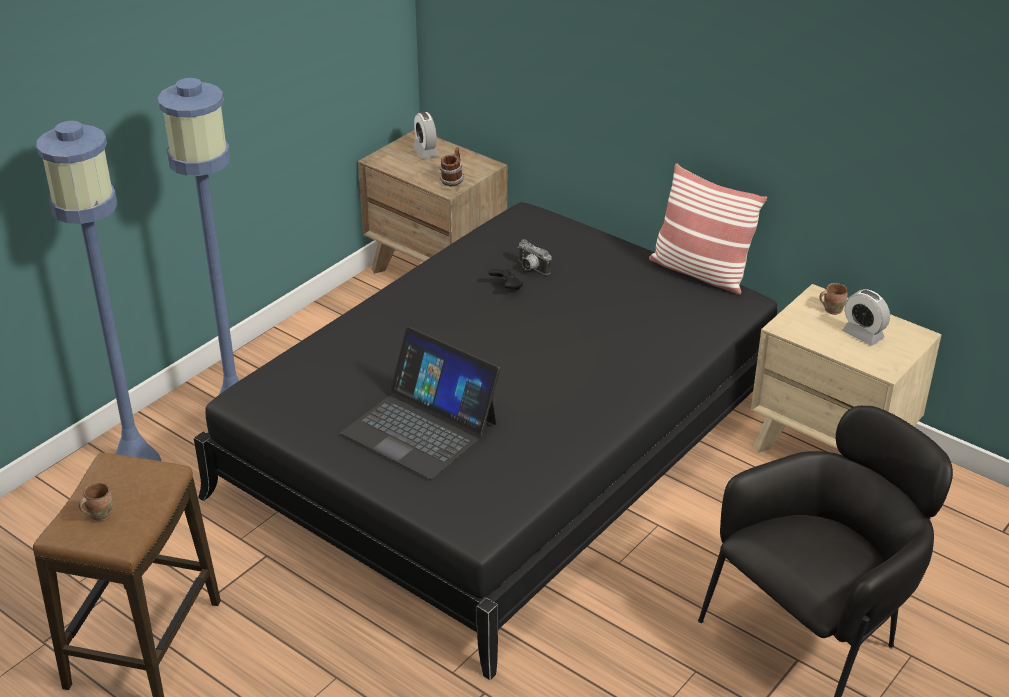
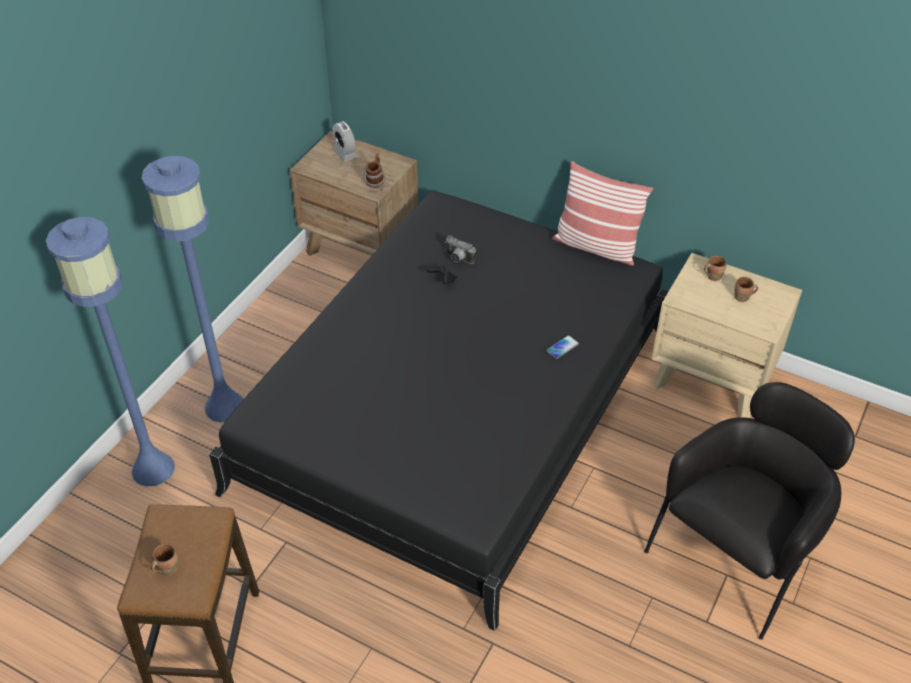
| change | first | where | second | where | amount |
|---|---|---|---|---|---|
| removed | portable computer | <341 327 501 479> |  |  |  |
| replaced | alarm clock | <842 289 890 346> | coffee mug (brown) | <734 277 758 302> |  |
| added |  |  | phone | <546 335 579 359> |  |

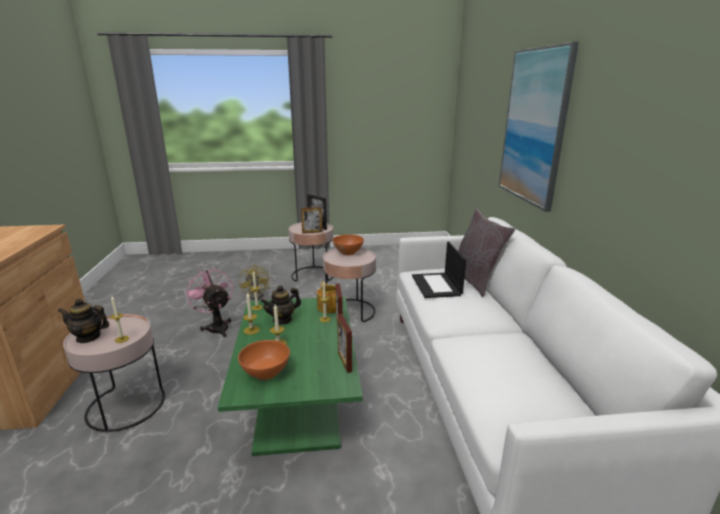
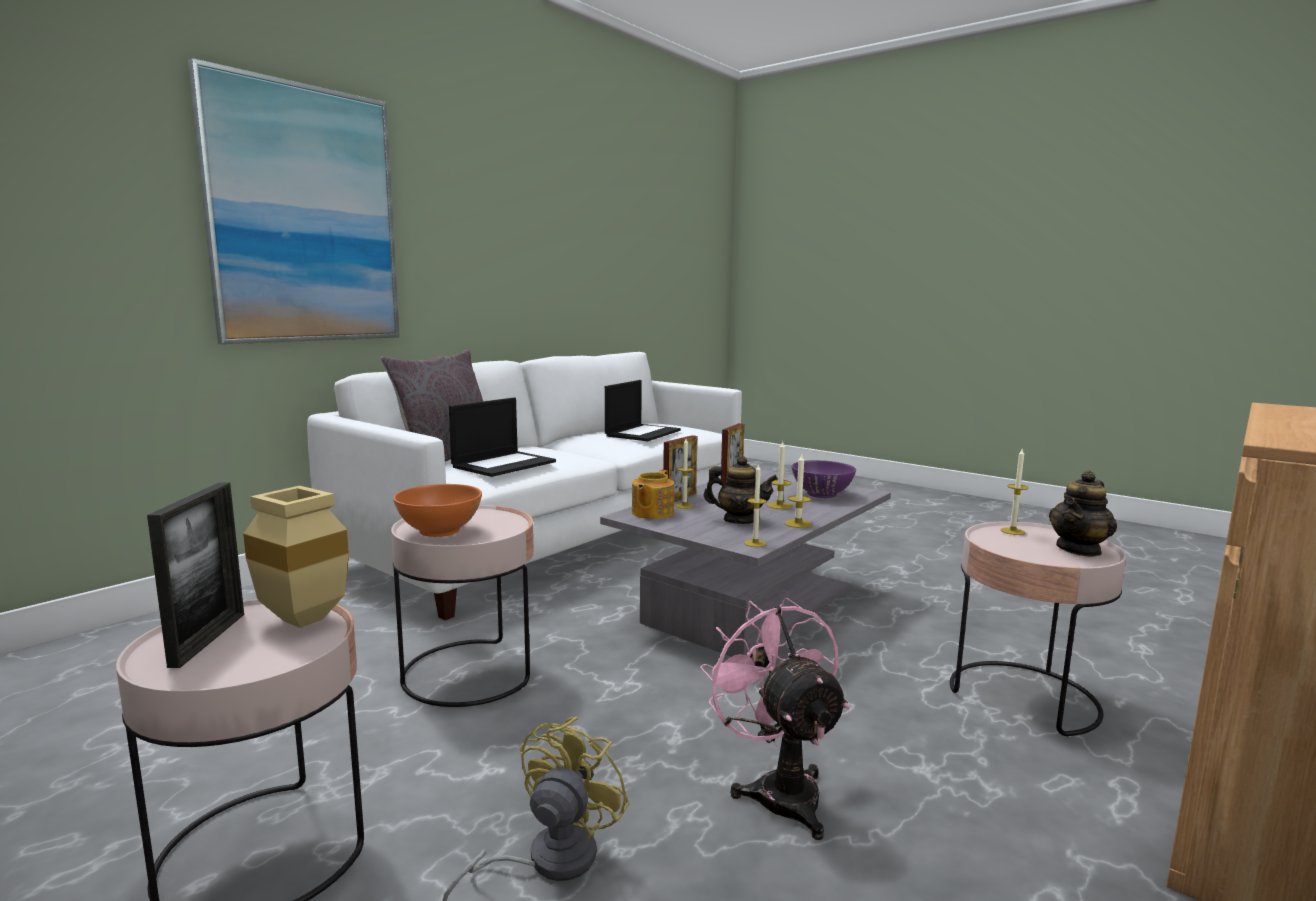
| change | first | where | second | where | amount |
|---|---|---|---|---|---|
| turned | teapot | <58 299 109 343> |  | <1049 470 1117 557> | 90 degrees clockwise |
| turned | electric fan (pink) | <184 267 233 337> |  | <700 598 850 840> | 150 degrees clockwise |
| recoloured | lounge table (greenish) | <218 296 363 456> | lounge table (grey) | <600 468 891 657> |  |
| recoloured | bowl (orangey) | <238 340 290 380> | bowl (purple-coloured) | <792 460 856 498> |  |
| replaced | picture frame | <301 207 323 234> | vase (sand-coloured) | <243 486 349 628> |  |
| added |  |  | portable computer | <605 380 681 441> |  |

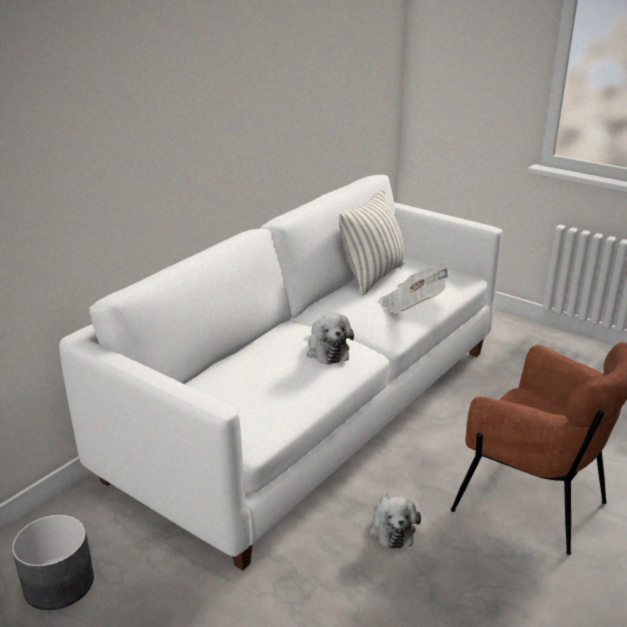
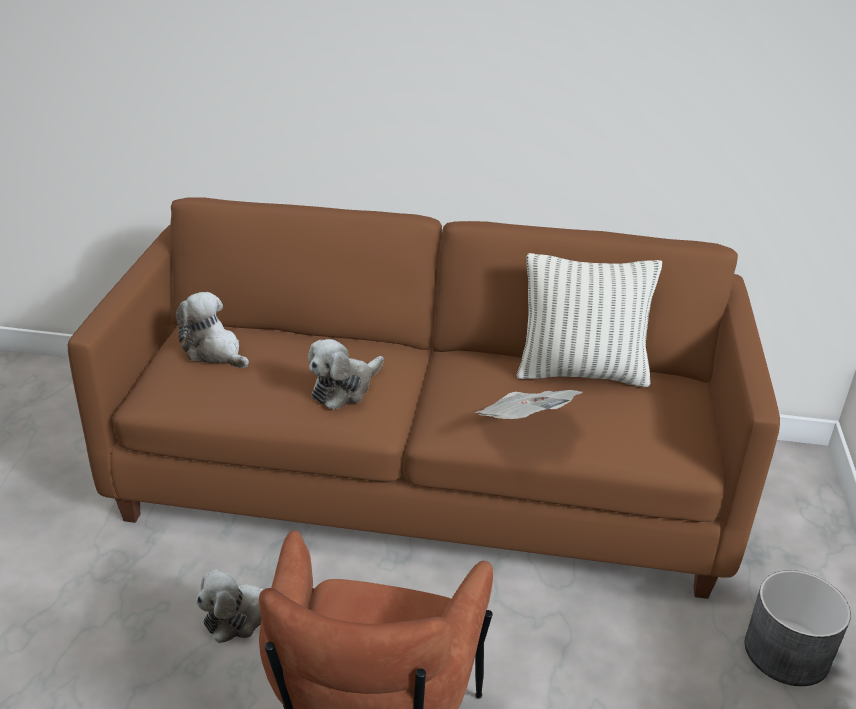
| change | first | where | second | where | amount |
|---|---|---|---|---|---|
| moved | plant pot (grey) | <12 514 94 610> |  | <745 570 851 686> |  |
| recoloured | couch (whitish) | <59 175 503 570> | couch (brown) | <68 197 780 599> |  |
| added |  |  | soft toy | <176 292 249 368> |  |

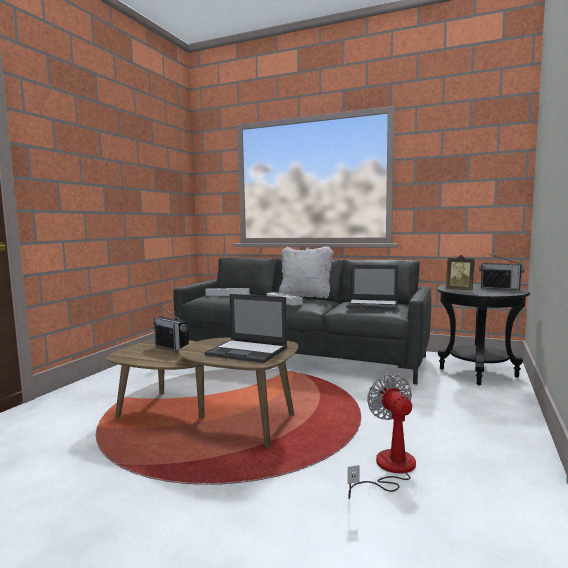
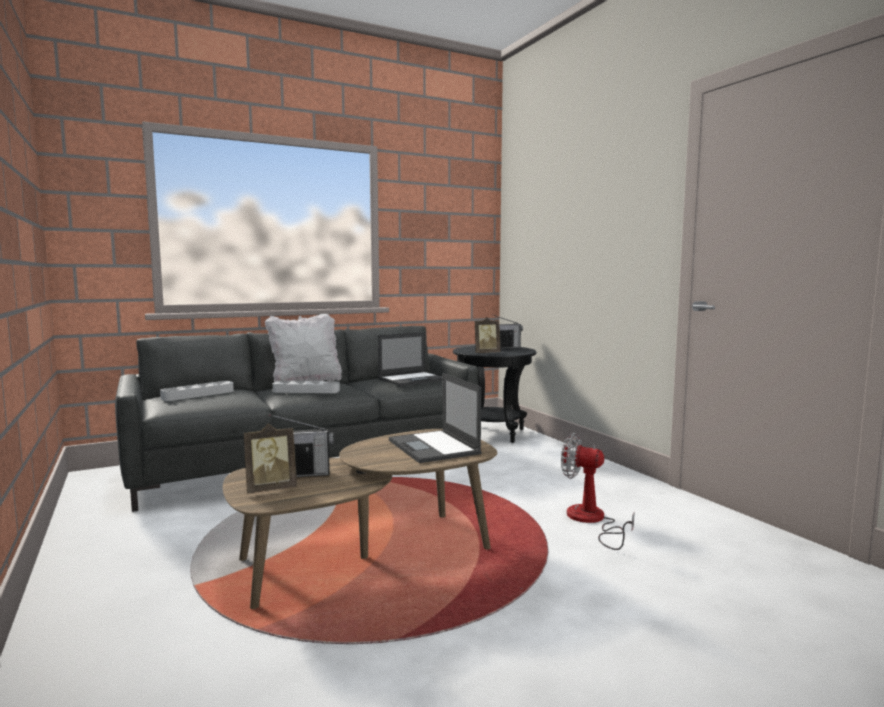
| change | first | where | second | where | amount |
|---|---|---|---|---|---|
| turned | portable computer | <204 294 287 363> |  | <389 373 482 463> | 90 degrees clockwise |
| added |  |  | picture frame | <244 423 297 493> |  |

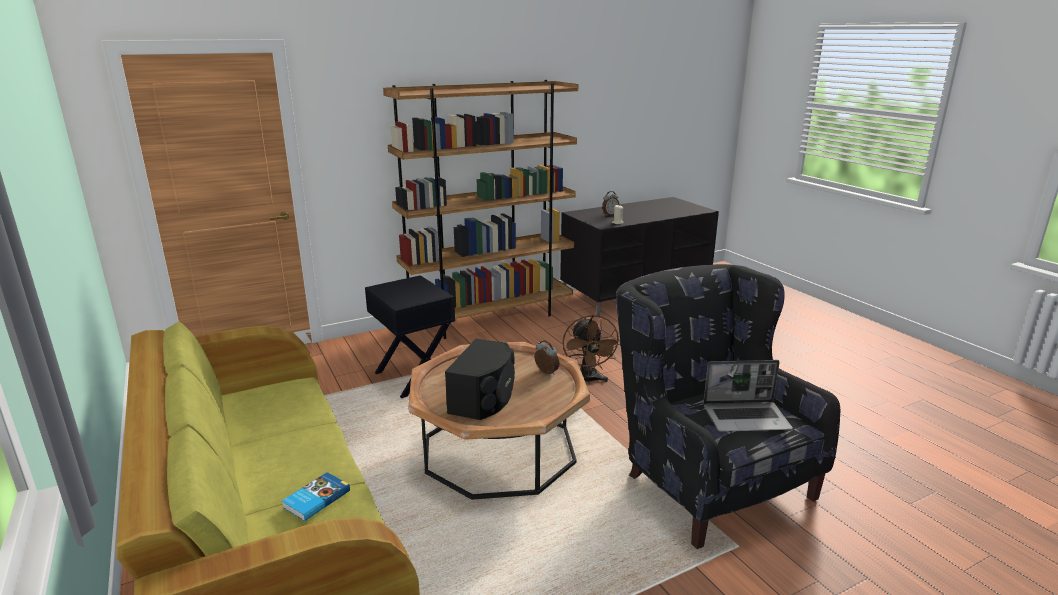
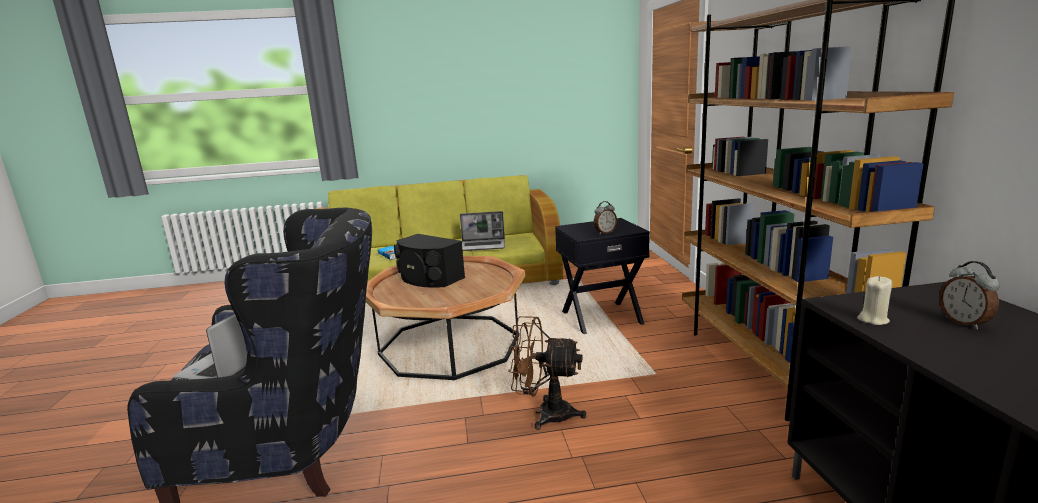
| change | first | where | second | where | amount |
|---|---|---|---|---|---|
| moved | alarm clock | <534 340 560 375> |  | <594 201 617 234> |  |
| added |  |  | portable computer | <460 211 505 251> |  |

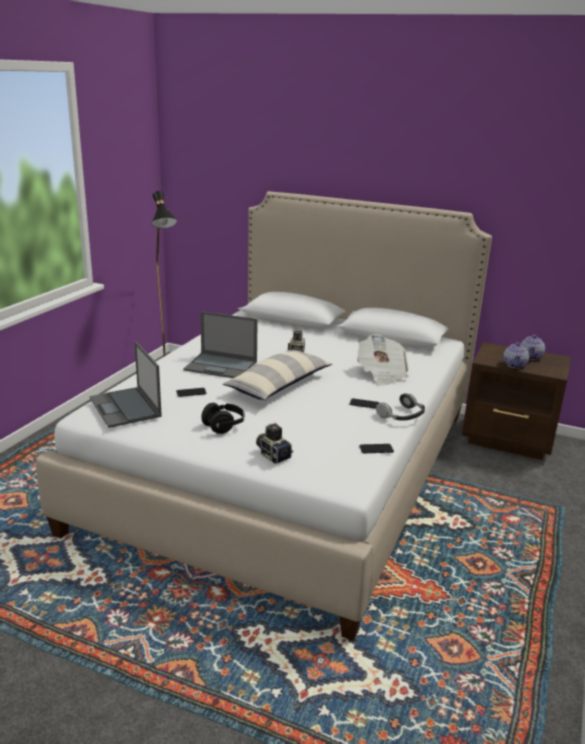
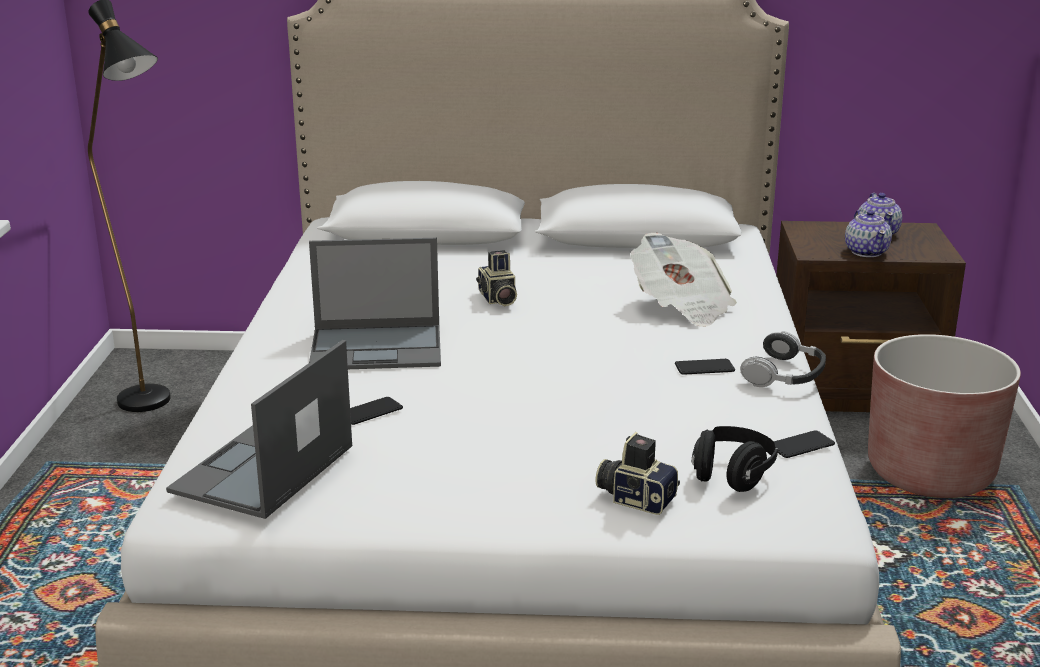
| change | first | where | second | where | amount |
|---|---|---|---|---|---|
| turned | portable computer | <89 341 162 428> |  | <166 340 352 519> | 75 degrees clockwise |
| moved | headset (black) | <201 403 245 434> |  | <692 426 778 492> |  |
| removed | cushion | <223 350 332 400> |  |  |  |
| added |  |  | plant pot (brown) | <868 334 1021 498> |  |

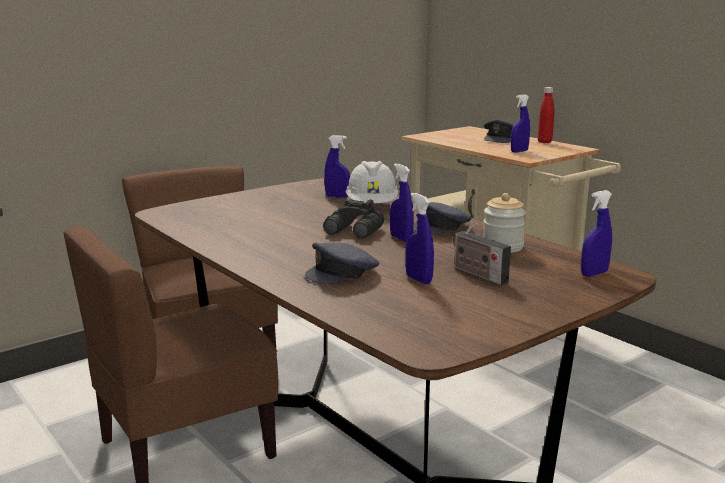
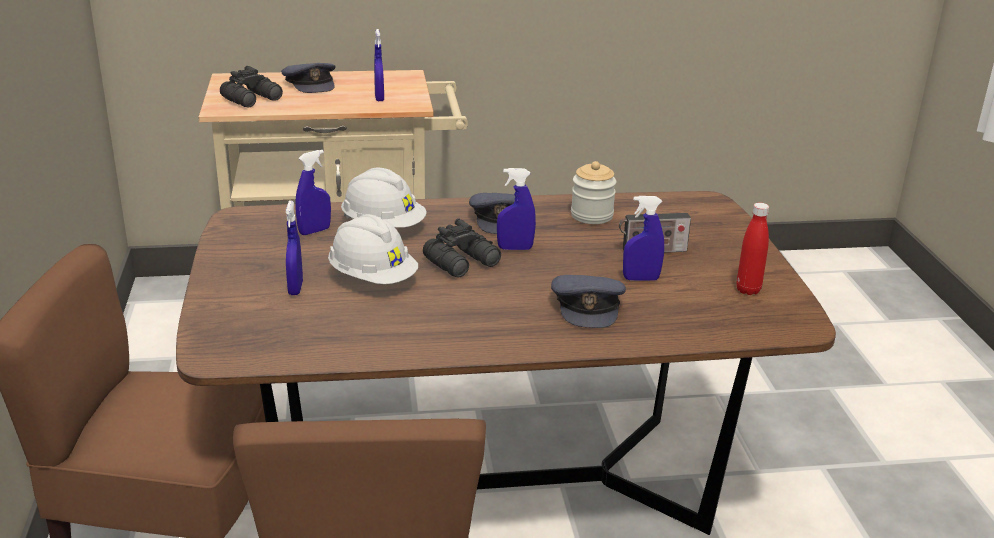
| change | first | where | second | where | amount |
|---|---|---|---|---|---|
| moved | bottle (red) | <538 87 554 143> |  | <736 203 769 295> |  |
| moved | hand sprayer (blue) | <581 190 612 277> |  | <286 201 303 295> |  |
| added |  |  | pair of binoculars (black) | <220 66 283 107> |  |
| added |  |  | work helmet (whitish) | <328 214 418 284> |  |

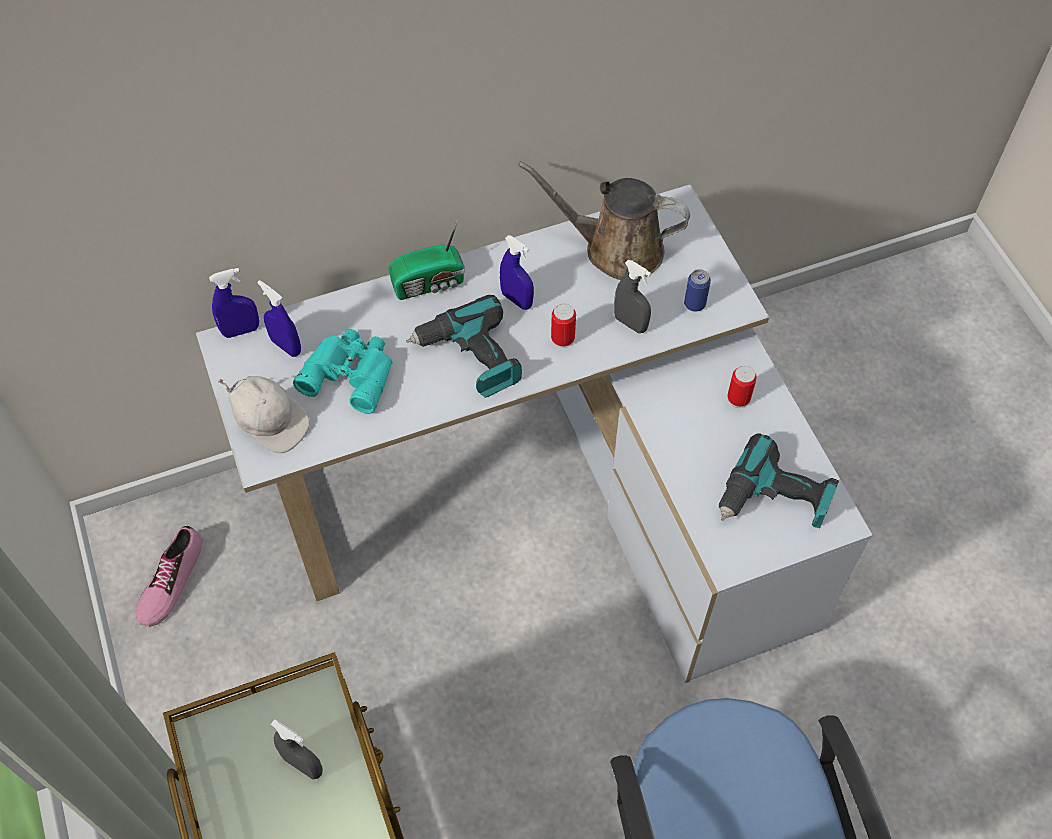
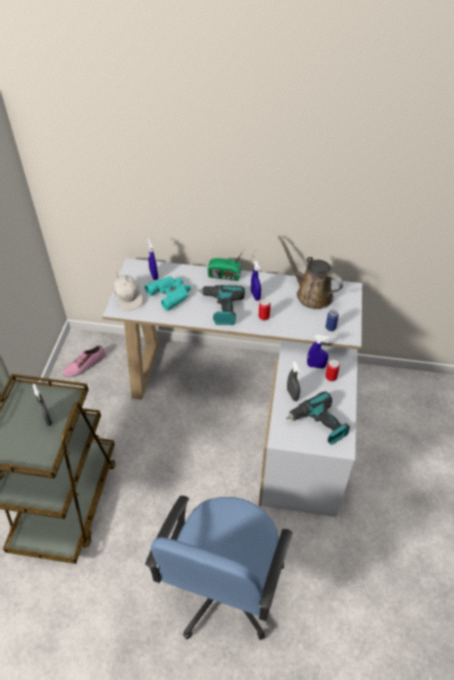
| change | first | where | second | where | amount |
|---|---|---|---|---|---|
| moved | hand sprayer (blue) | <209 268 259 338> |  | <307 335 329 369> |  |
| moved | hand sprayer (grey) | <614 260 652 333> |  | <287 361 301 401> |  |

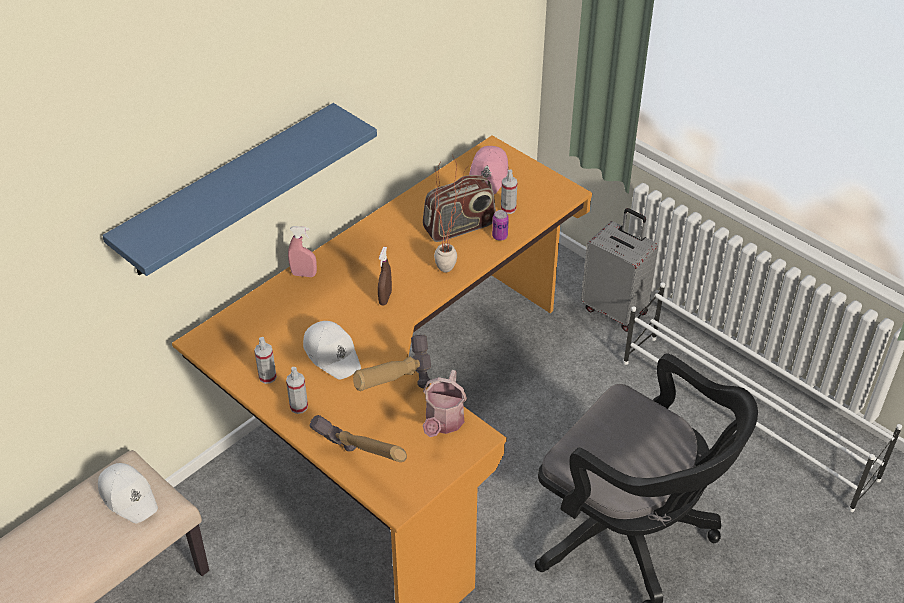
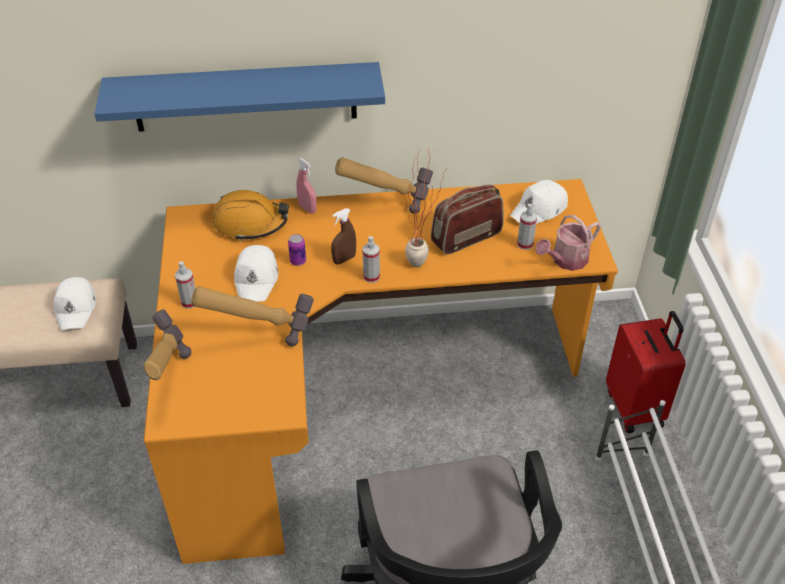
| change | first | where | second | where | amount |
|---|---|---|---|---|---|
| moved | hand sprayer | <254 337 277 384> |  | <362 236 380 283> |  |
| turned | radio set | <423 175 496 242> |  | <431 184 504 255> | 135 degrees clockwise |
| moved | sprinkling can | <423 370 467 437> |  | <535 215 601 271> |  |
| recoloured | baseball cap (pink) | <469 146 509 194> | baseball cap (whitish) | <510 180 568 224> |  |
| moved | can | <492 210 509 241> |  | <288 234 306 266> |  |
| recoloured | suitcase (grey) | <581 208 658 332> | suitcase (red) | <606 311 685 433> |  |
| added |  |  | work helmet (orangey) | <212 190 289 241> |  |
| added |  |  | hand hammer | <335 157 433 214> |  |

